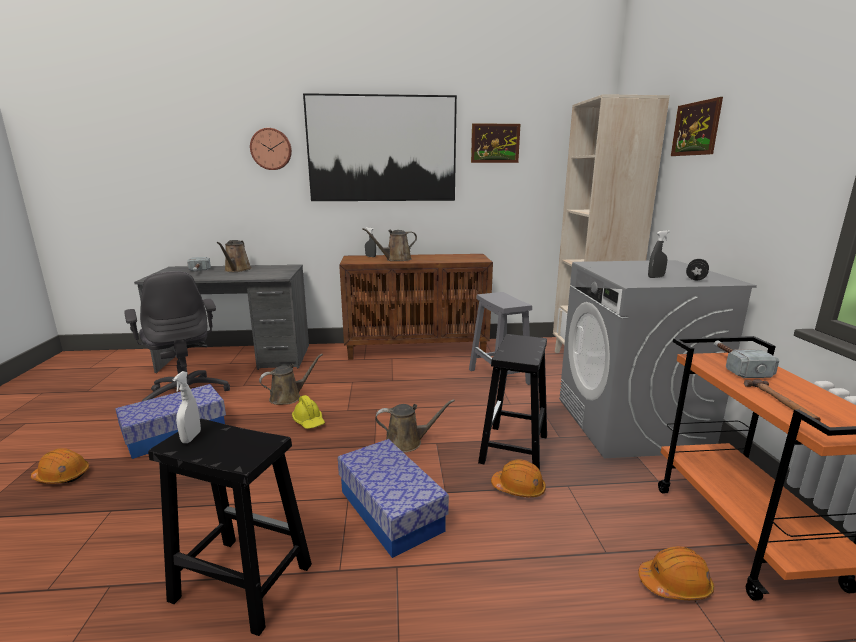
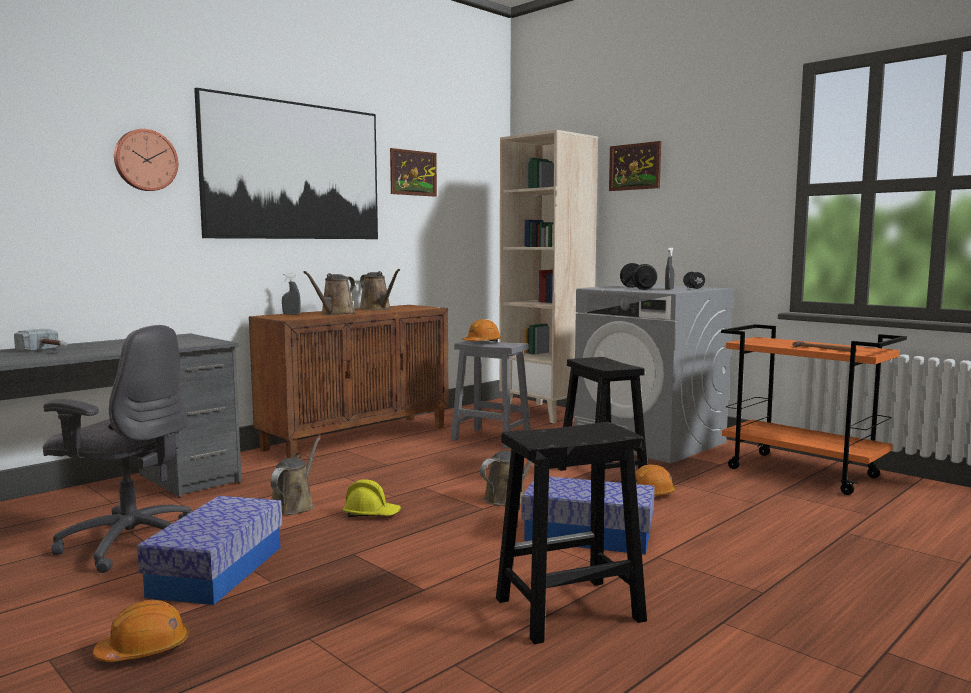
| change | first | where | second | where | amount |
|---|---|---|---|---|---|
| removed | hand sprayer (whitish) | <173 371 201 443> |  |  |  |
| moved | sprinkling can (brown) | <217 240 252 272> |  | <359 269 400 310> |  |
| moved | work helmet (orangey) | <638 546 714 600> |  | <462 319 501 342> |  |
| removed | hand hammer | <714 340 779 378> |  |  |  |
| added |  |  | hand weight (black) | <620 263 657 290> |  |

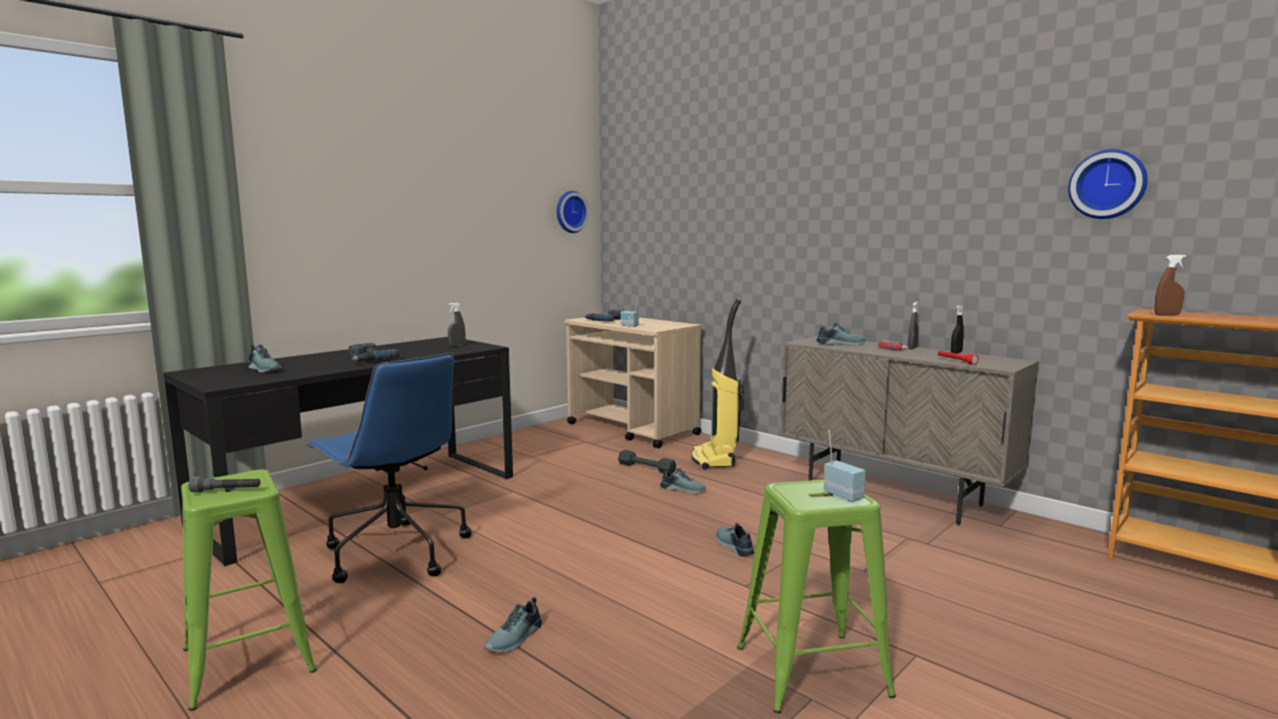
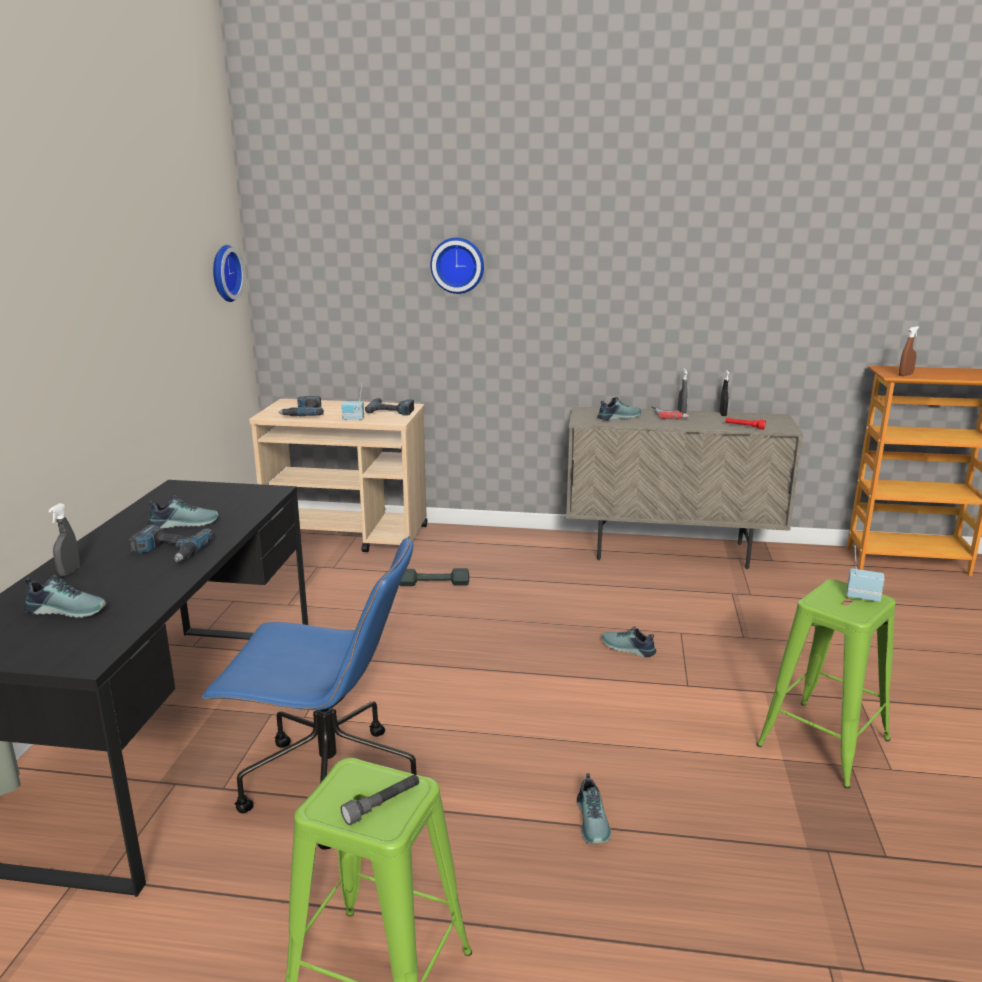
| change | first | where | second | where | amount |
|---|---|---|---|---|---|
| moved | hand sprayer (grey) | <448 302 465 347> |  | <48 503 80 576> |  |
| moved | shoe | <660 468 706 493> |  | <148 495 219 529> |  |
| removed | hoover | <691 298 744 470> |  |  |  |
| moved | clock on the wall | <1068 150 1148 219> |  | <430 238 484 294> |  |
| added |  |  | drill | <365 398 414 416> |  |

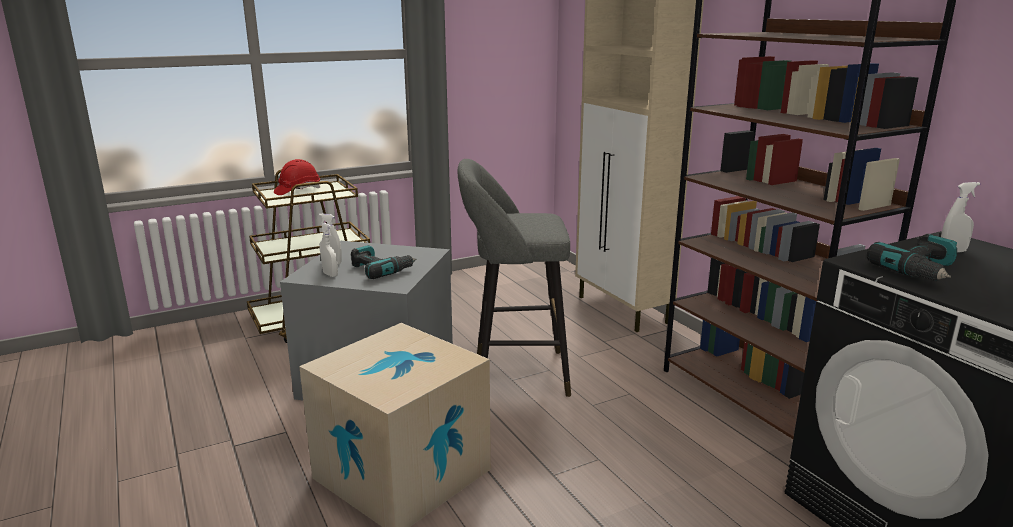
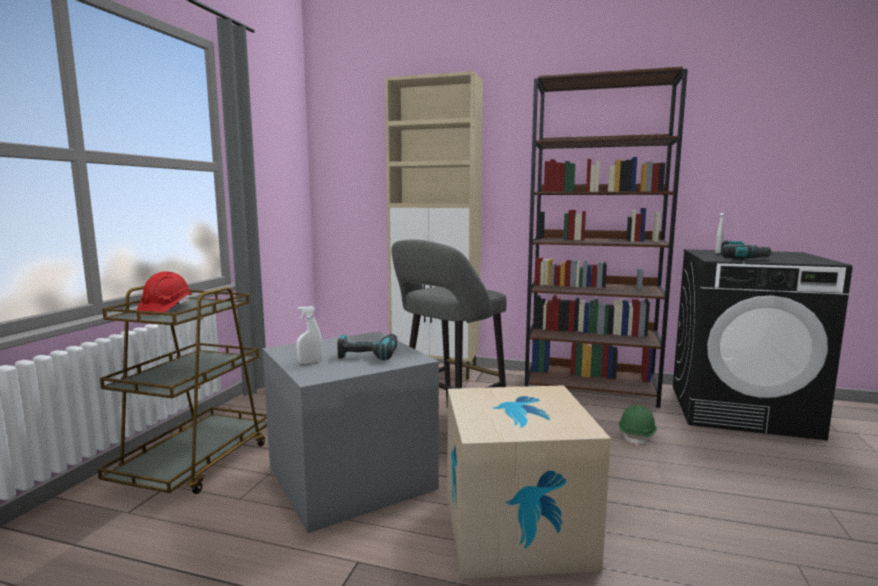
| change | first | where | second | where | amount |
|---|---|---|---|---|---|
| removed | hand sprayer (whitish) | <321 223 338 277> |  |  |  |
| added |  |  | work helmet (greenish) | <618 405 657 446> |  |

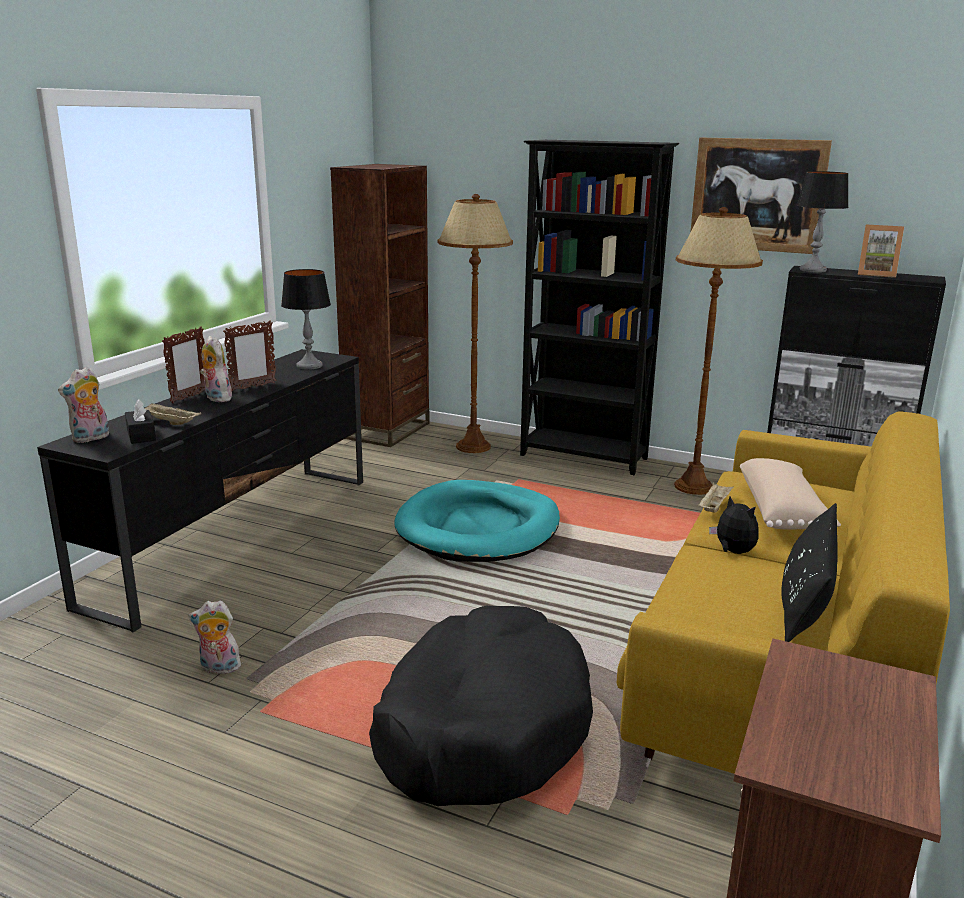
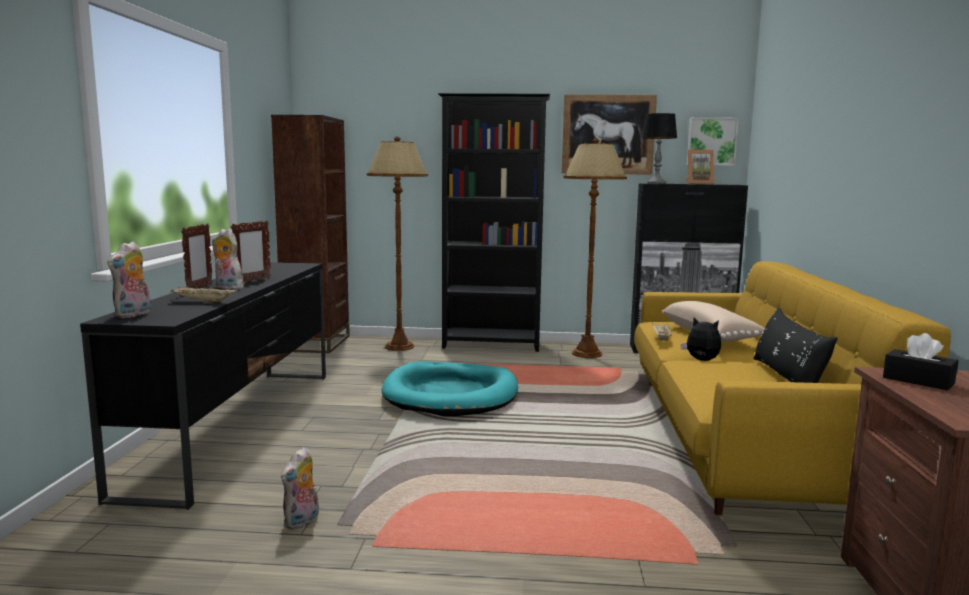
| change | first | where | second | where | amount |
|---|---|---|---|---|---|
| moved | box of tissues (black) | <125 399 156 444> |  | <883 333 958 390> |  |
| turned | soft toy | <189 600 241 674> |  | <281 447 319 530> | 45 degrees counterclockwise |
| removed | lamp for a table | <281 269 331 370> |  |  |  |
| removed | dog cushion (black) | <369 606 593 806> |  |  |  |
| added |  |  | wall picture | <687 117 739 166> |  |

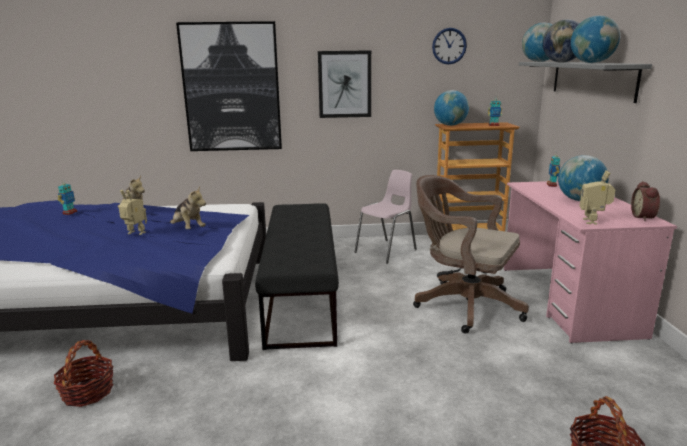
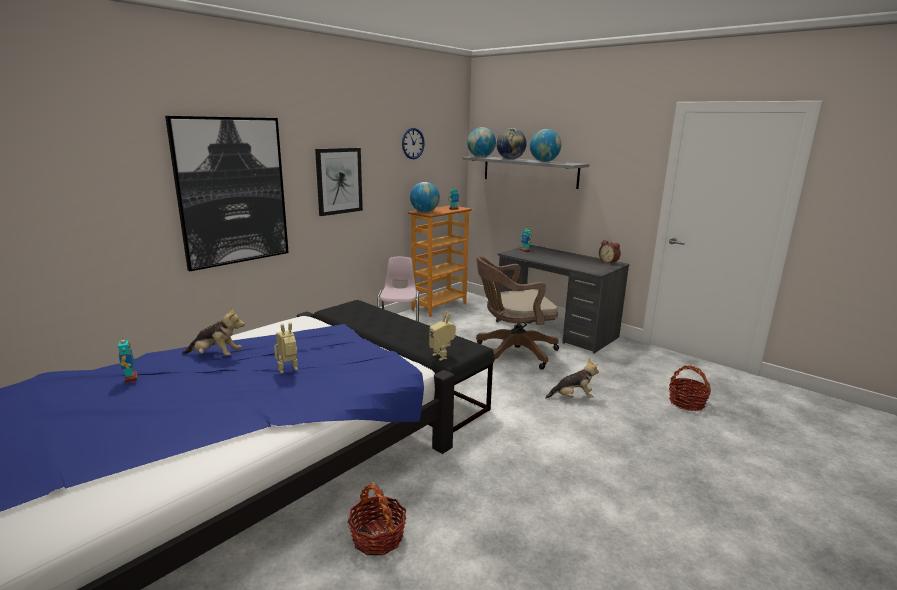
| change | first | where | second | where | amount |
|---|---|---|---|---|---|
| moved | soft toy | <170 187 206 229> |  | <545 359 599 398> |  |
| recoloured | desk table (pink) | <504 181 677 343> | desk table (grey) | <496 245 630 354> |  |
| removed | desk globe | <558 155 609 201> |  |  |  |
| moved | toy robot | <579 170 616 224> |  | <429 311 456 361> |  |

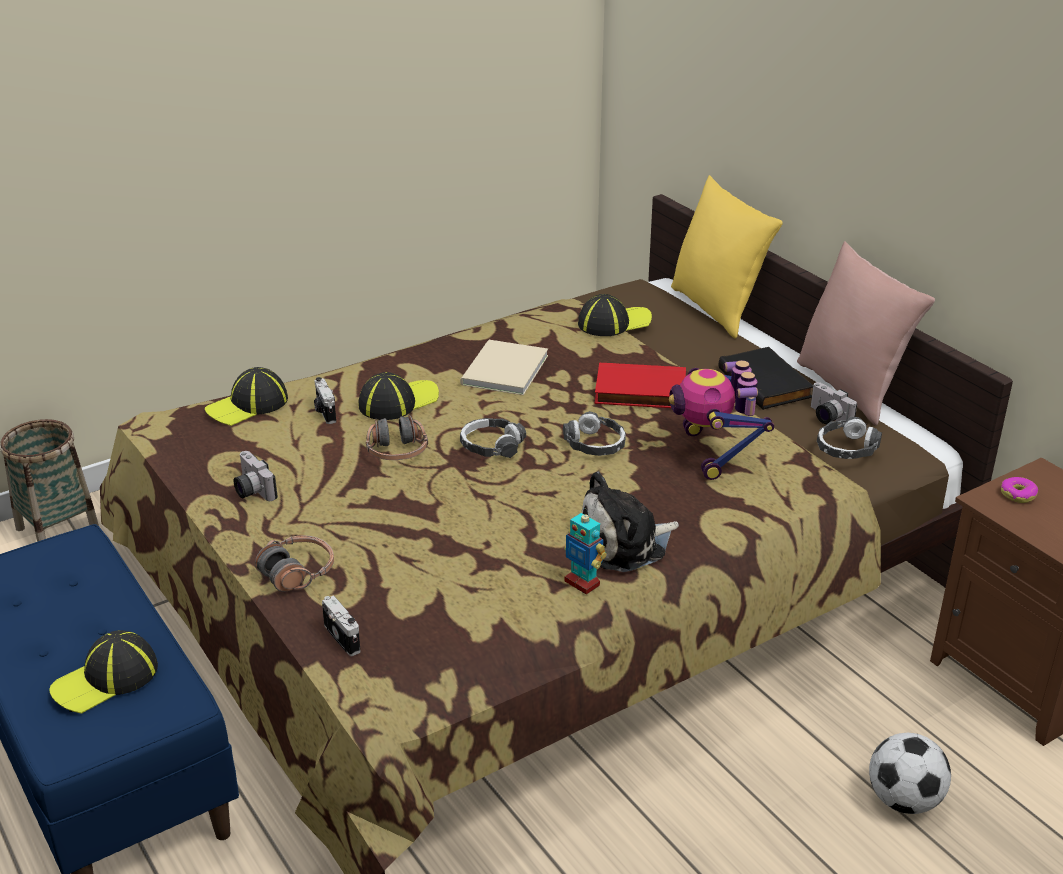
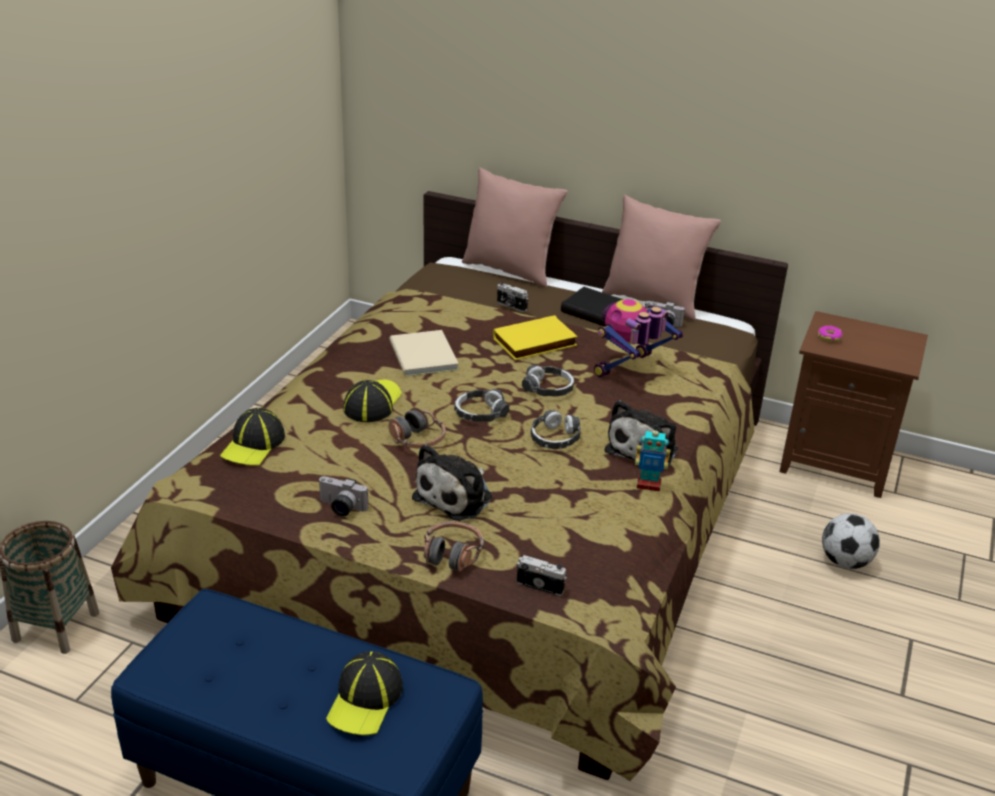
| change | first | where | second | where | amount |
|---|---|---|---|---|---|
| moved | photo camera | <314 377 336 424> |  | <497 282 528 312> |  |
| removed | baseball cap | <578 294 652 336> |  |  |  |
| recoloured | volume (red) | <595 363 686 408> | volume (yellowish) | <493 315 578 360> |  |
| turned | toy robot | <669 360 774 480> |  | <594 299 683 377> | 90 degrees clockwise |
| recoloured | cushion (yellowish) | <671 175 783 339> | cushion (pink) | <462 167 568 288> |  |
| moved | headset | <817 417 882 459> |  | <531 410 581 449> |  |
| added |  |  | soft toy | <412 444 492 521> |  |

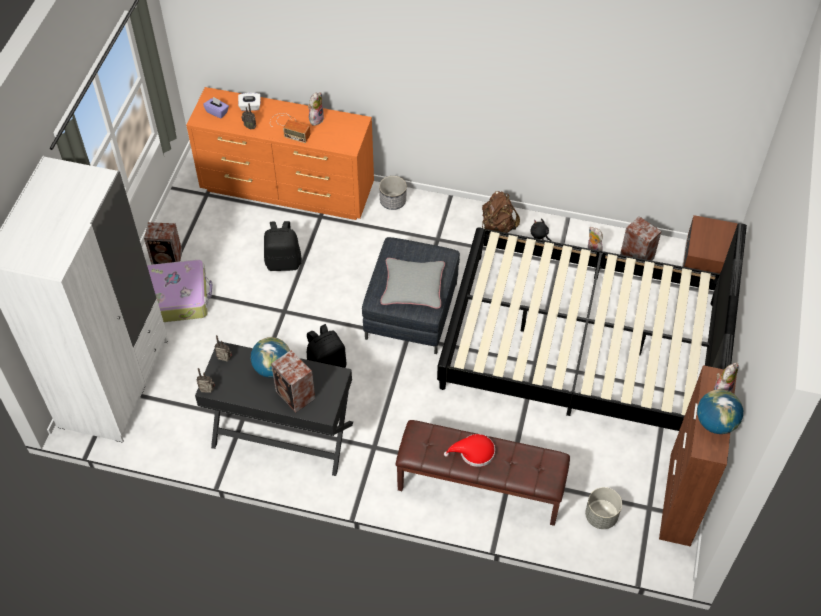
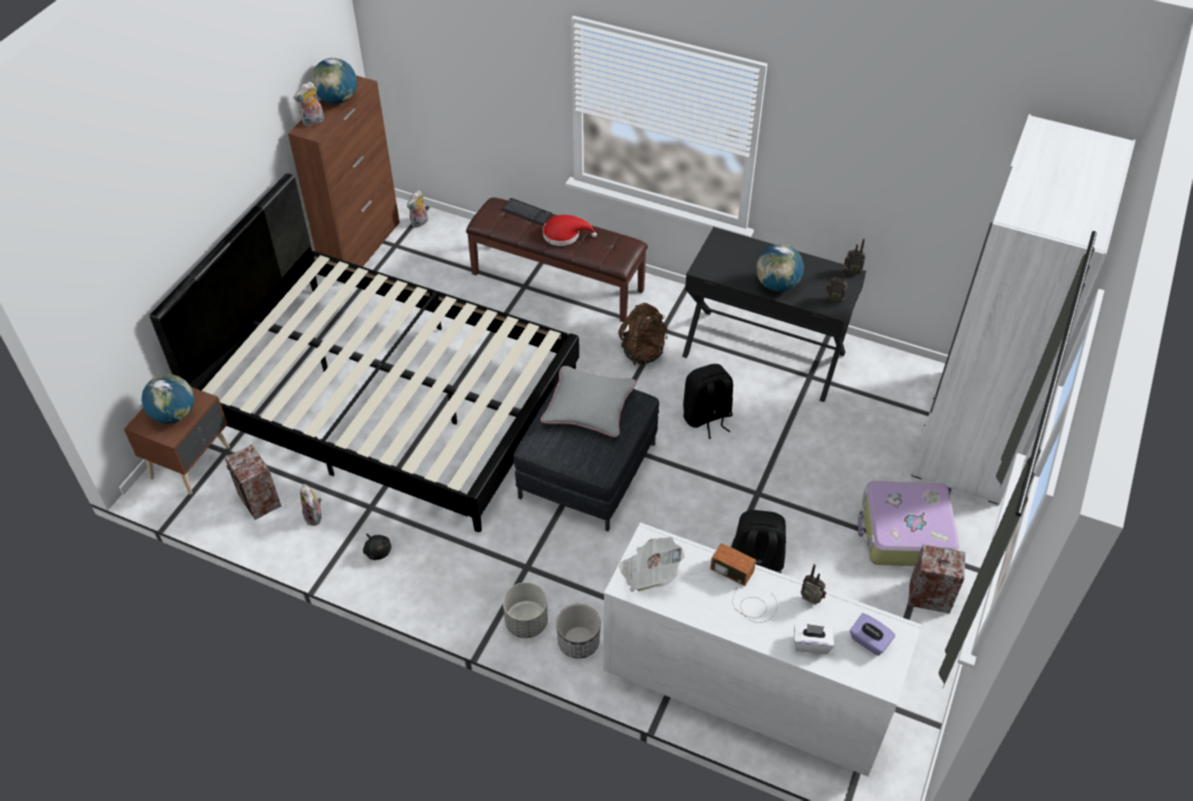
| change | first | where | second | where | amount |
|---|---|---|---|---|---|
| recoloured | drawer chest (orangey) | <186 87 374 220> | drawer chest (whitish) | <603 522 922 777> |  |
| removed | loudspeaker | <271 350 315 412> |  |  |  |
| moved | soft toy | <308 92 324 126> |  | <407 190 428 228> |  |
| moved | backpack (brown) | <482 191 520 233> |  | <618 303 668 367> |  |
| moved | plant pot (grey) | <585 487 622 529> |  | <503 582 548 638> |  |
| added |  |  | desk globe | <142 374 194 424> |  |
| added |  |  | computer keyboard | <502 198 552 226> |  |
| added |  |  | printed paper | <619 537 684 592> |  |

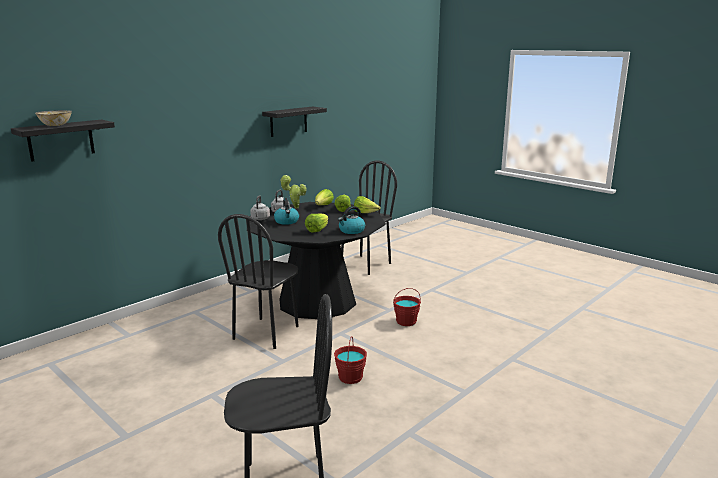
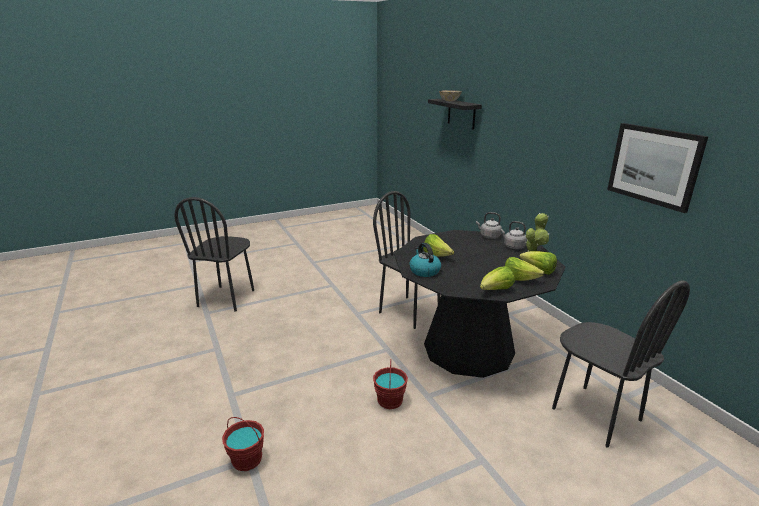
| change | first | where | second | where | amount |
|---|---|---|---|---|---|
| replaced | bracket shelf (black) | <262 106 327 137> | wall picture | <607 123 708 213> |  |
| removed | water kettle | <274 198 299 225> |  |  |  |
| moved | water bucket (red) | <334 337 367 384> |  | <222 417 264 471> |  |

